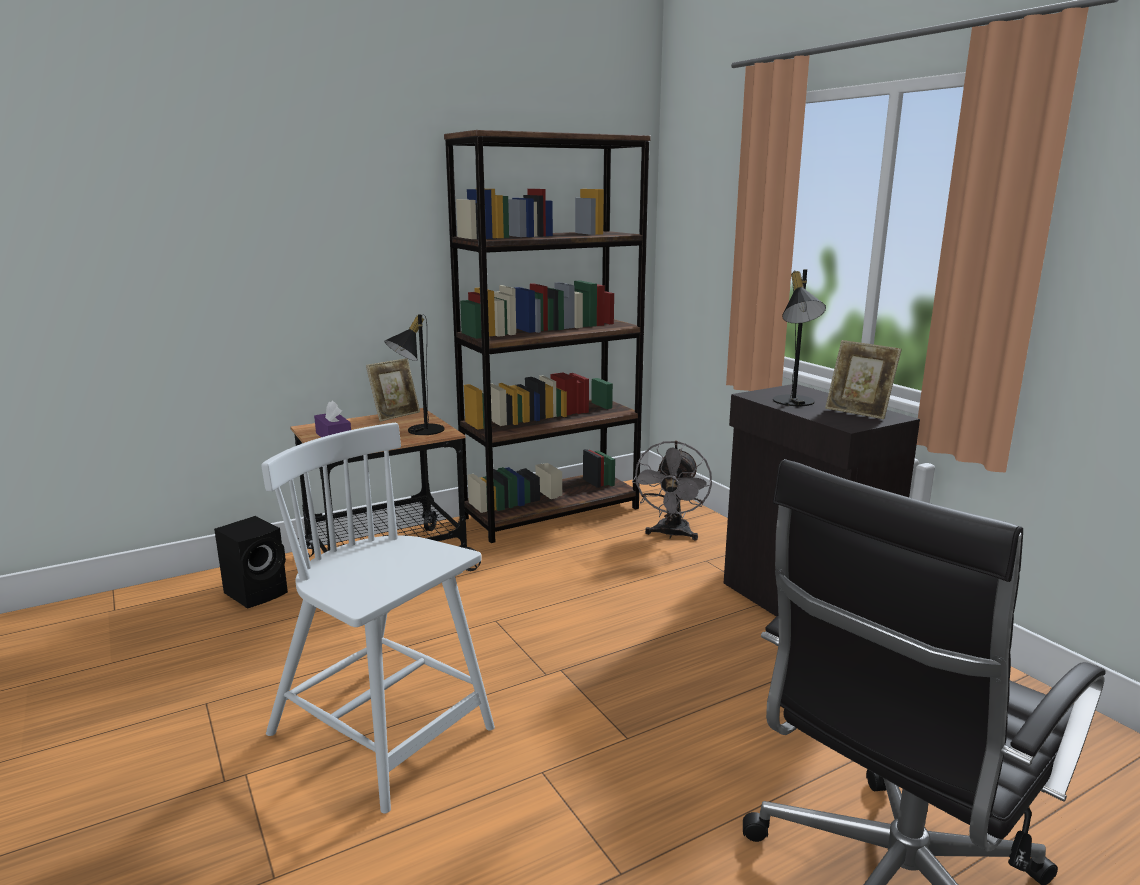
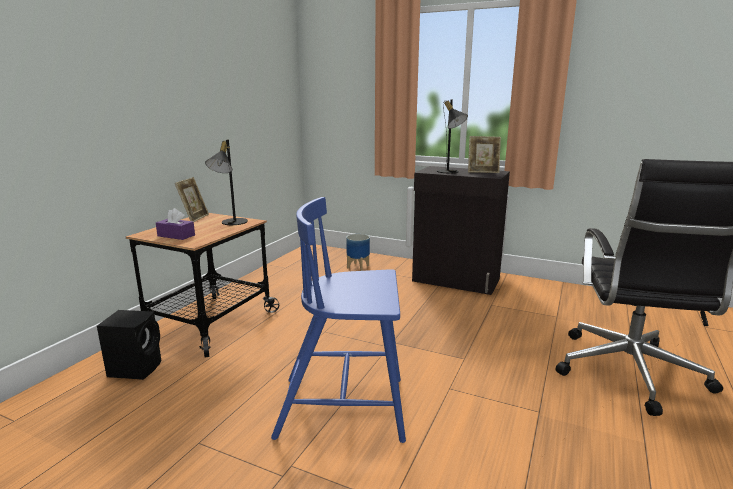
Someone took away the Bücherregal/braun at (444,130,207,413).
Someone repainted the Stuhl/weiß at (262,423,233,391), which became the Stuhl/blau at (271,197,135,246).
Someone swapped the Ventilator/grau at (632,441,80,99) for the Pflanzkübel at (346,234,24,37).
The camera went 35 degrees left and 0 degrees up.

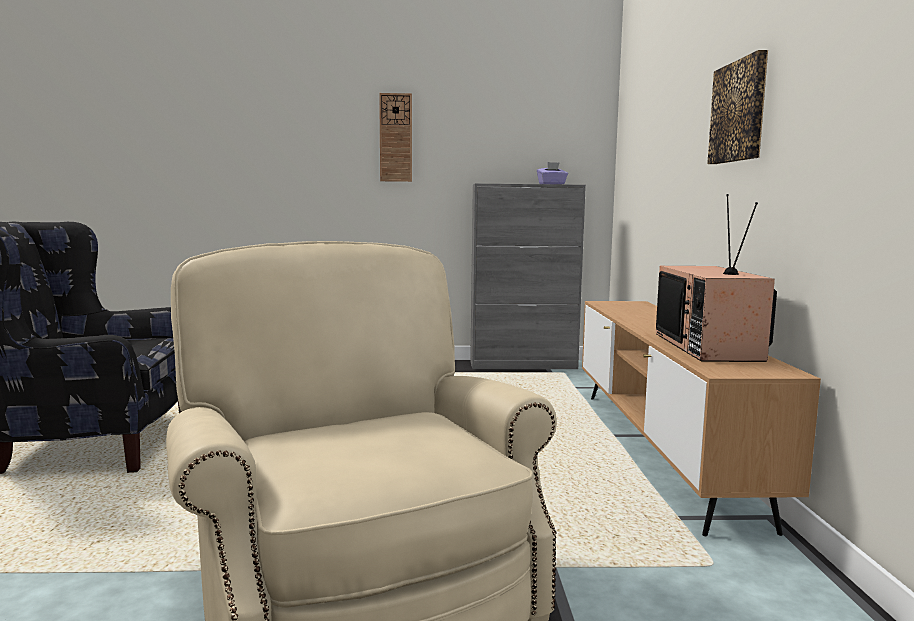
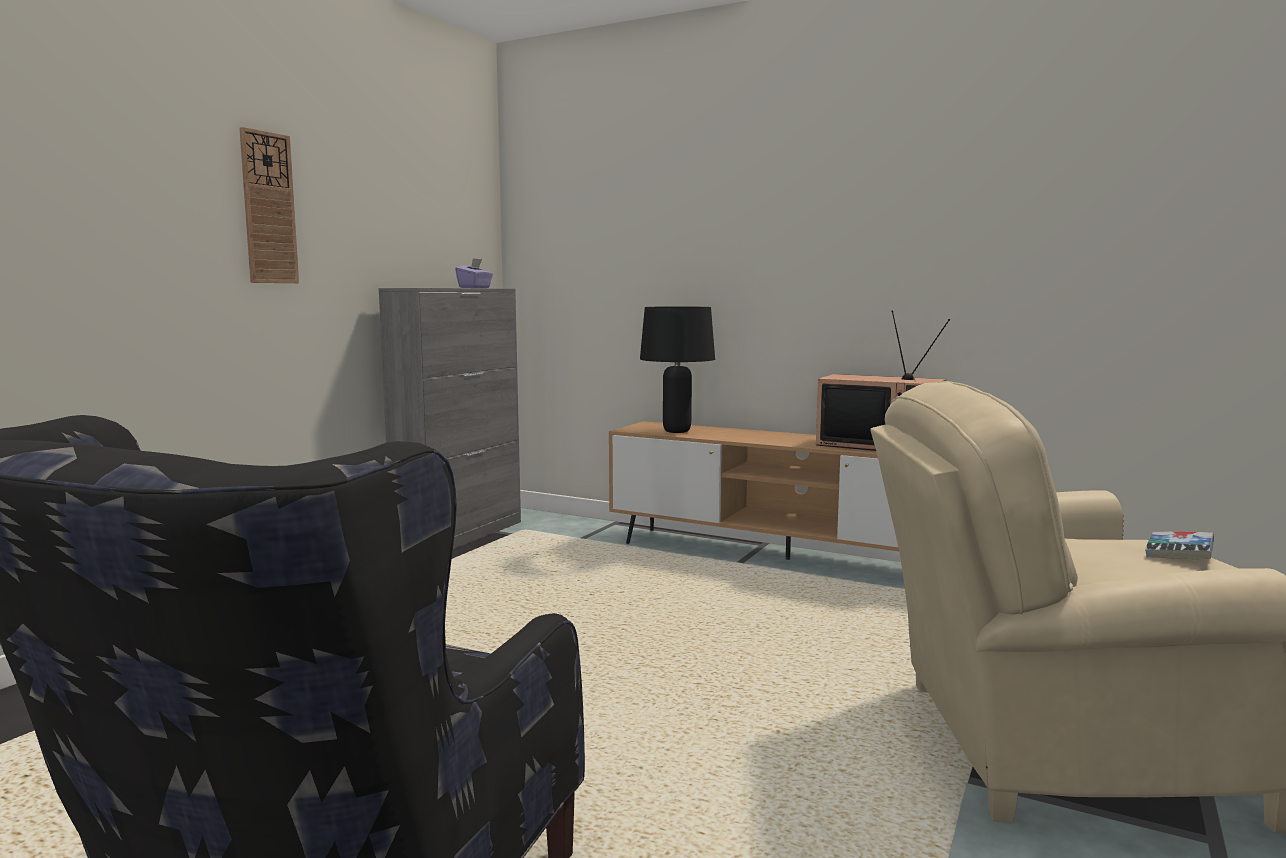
Someone took away the Bild at (707,50,61,114).
Someone put down the Tischlampe/schwarz at (640,306,75,127).
Someone put down the Buch at (1145,531,69,28).
The camera went 60 degrees left and 0 degrees up.

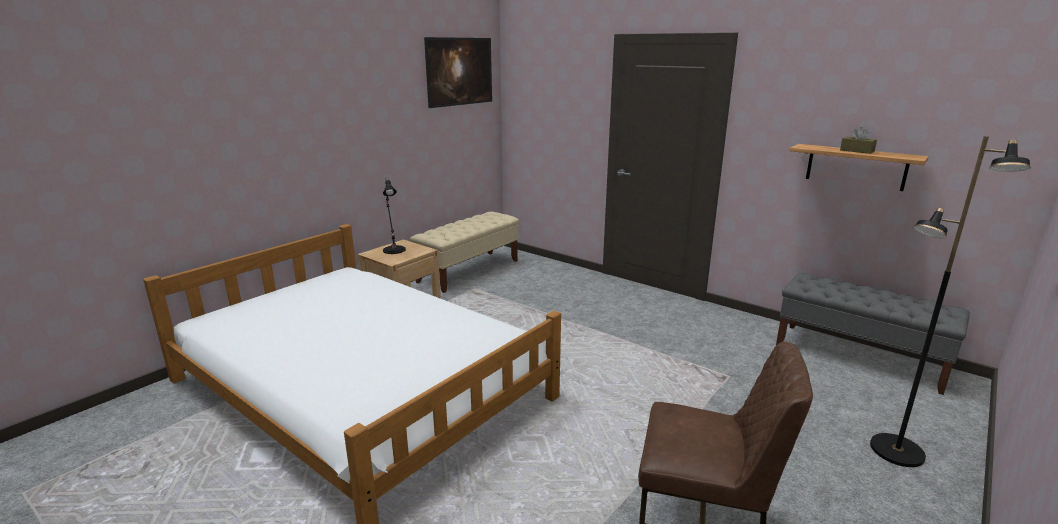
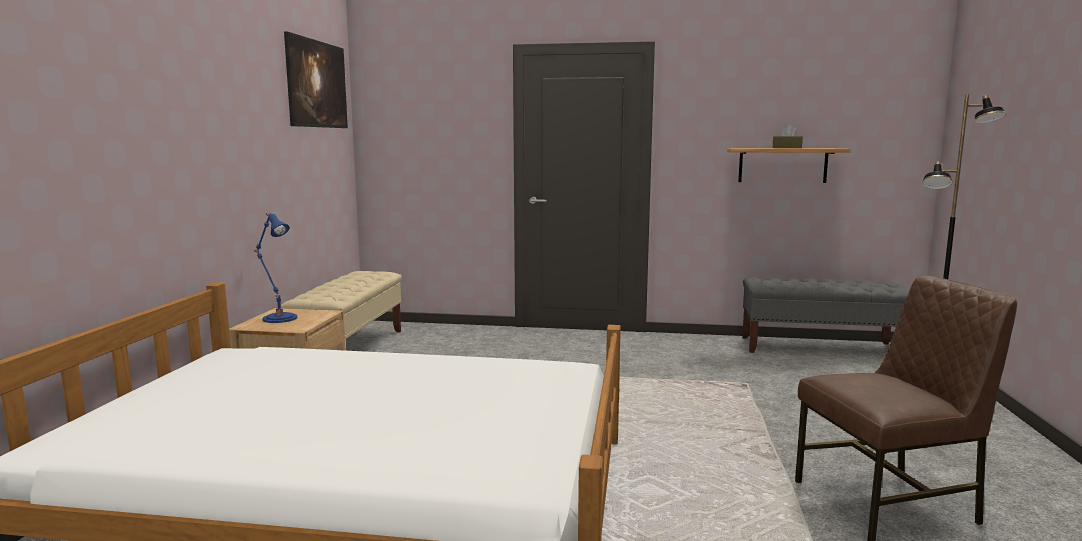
Someone repainted the Tischlampe/schwarz at (383,178,23,76), which became the Tischlampe/blau at (253,212,44,111).
The camera went 30 degrees left and 10 degrees down.

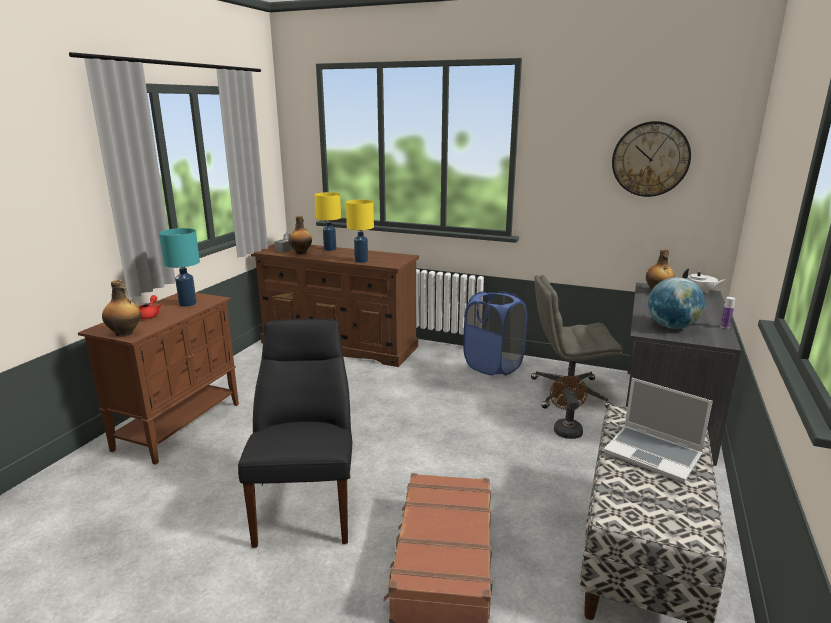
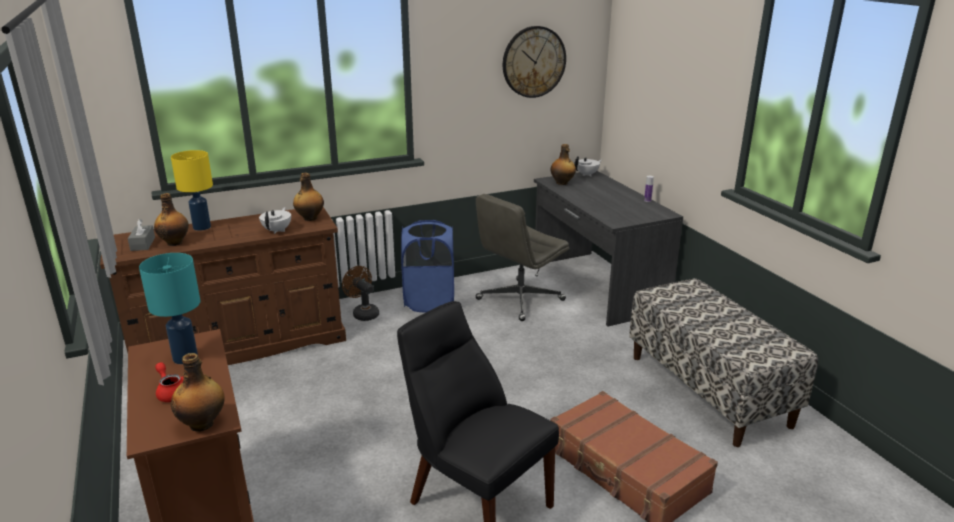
Someone swapped the Tischlampe/gelb at (346,200,28,63) for the Teekanne/weiß at (259,207,32,27).
Someone took away the Globus at (648,277,57,52).
Someone carried the Ventilator/braun from (550,376,38,63) to (342,266,37,55).
Someone took away the Laptop at (604,378,109,104).
Someone put down the Flasche at (293,173,31,48).
The camera went 45 degrees left and 5 degrees up.

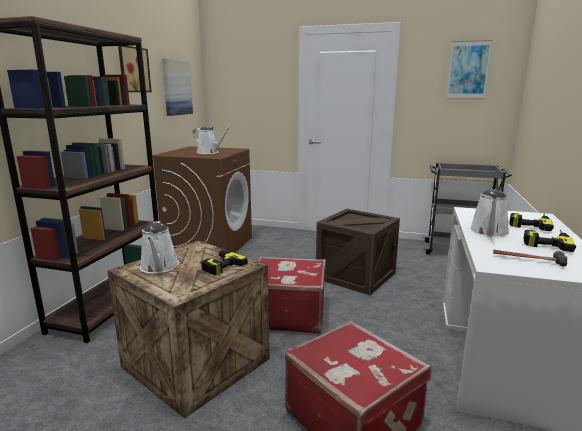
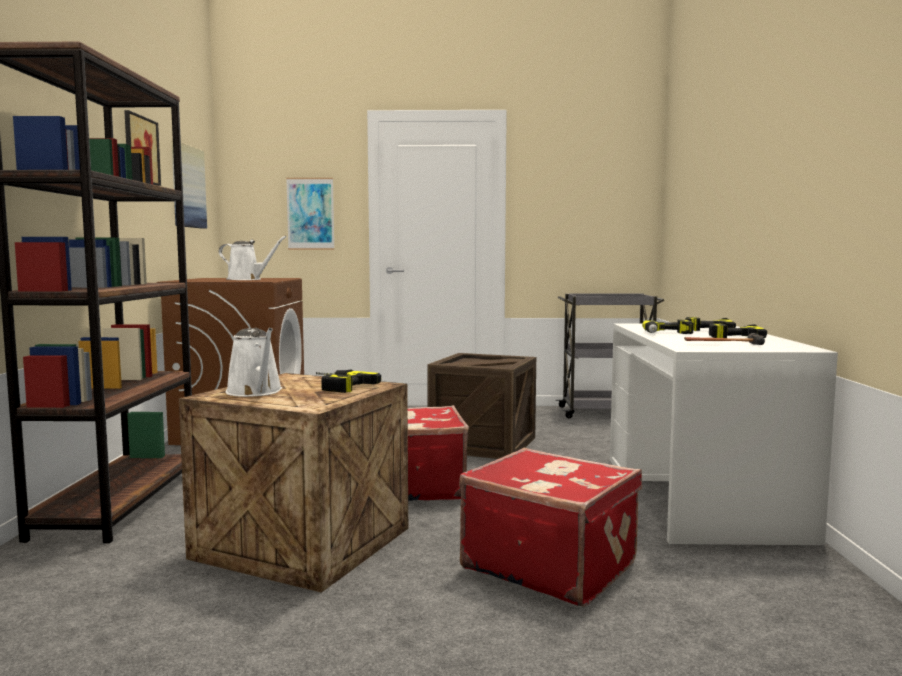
Someone carried the Bild from (446,40,46,59) to (286,178,49,72).
Someone swapped the Gießkanne/weiß at (469,189,41,48) for the Bohrmaschine at (642,319,52,15).
The camera went 15 degrees left and 10 degrees down.

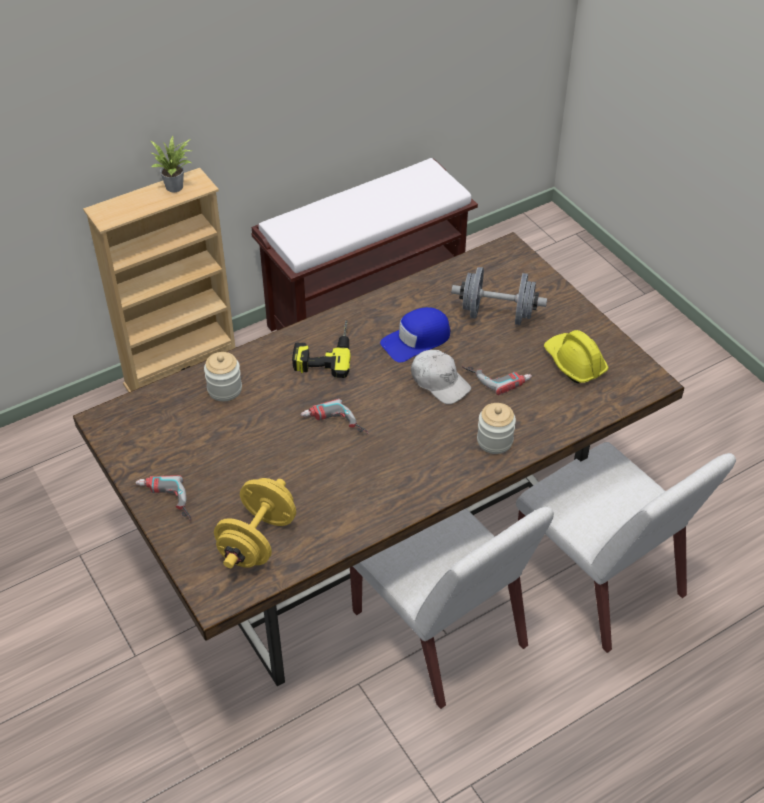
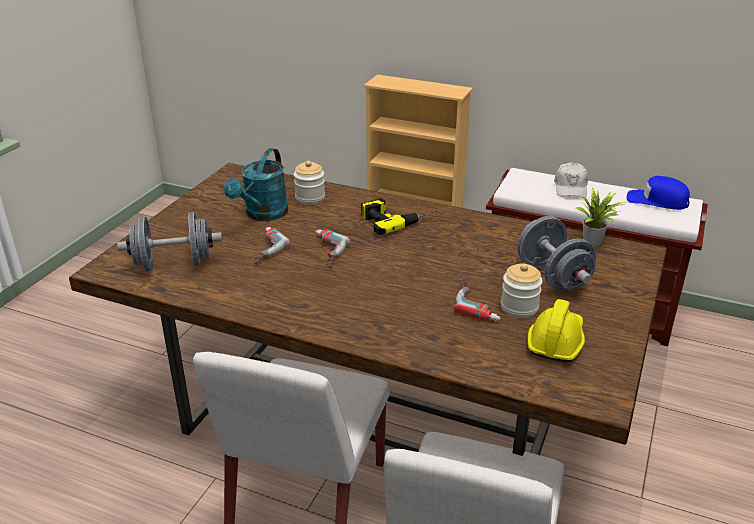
Someone carried the Topfpflanze from (151,136,40,56) to (576,187,50,60).
Someone carried the Kappe/blau from (380,307,71,56) to (627,176,63,34).
Someone carried the Kappe/weiß from (411,350,60,54) to (554,163,34,35).
Someone carried the Vorratsglas from (477,403,39,51) to (501,264,42,54).
Someone carried the Bohrmaschine from (135,475,56,46) to (254,227,37,37).
Someone repainted the Hantel/gelb at (214,478,82,90), which became the Hantel/grau at (117,212,105,59).
Someone put down the Gießkanne/türkis at (224,148,64,73).
The camera went 55 degrees right and 15 degrees down.

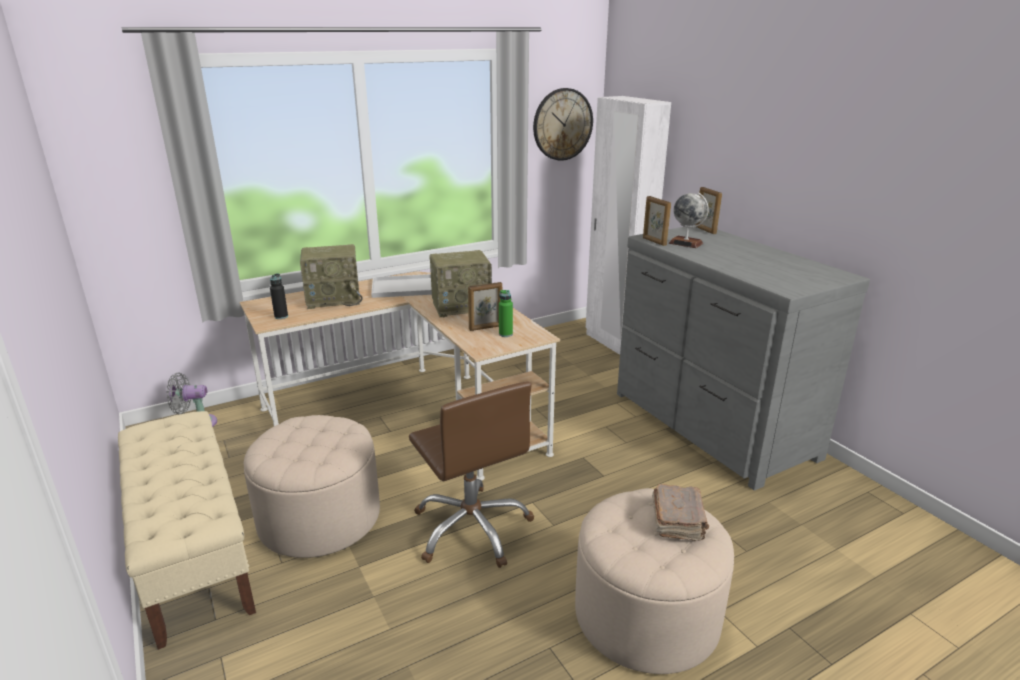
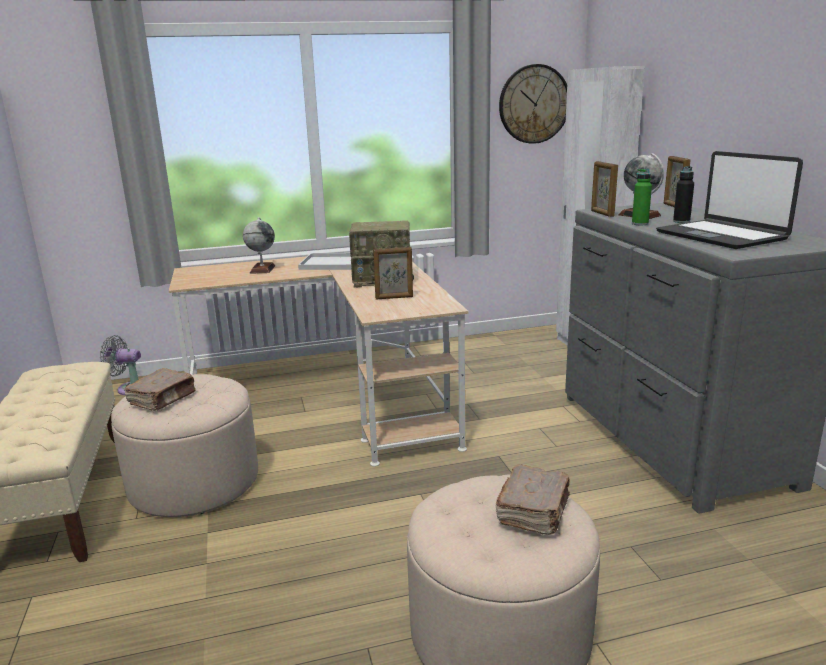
Someone swapped the Radio at (300,244,63,65) for the Globus at (243,217,32,57).
Someone carried the Flasche/schwarz from (270,273,18,46) to (673,166,21,57).
Someone carried the Flasche/grün from (499,290,14,47) to (632,169,20,56).
Someone took away the Bürostuhl/braun at (409,381,125,187).
Someone put down the Laptop at (656,151,147,98).
Someone put down the Buch/braun at (124,368,72,43).
The camera went 15 degrees right and 5 degrees down.

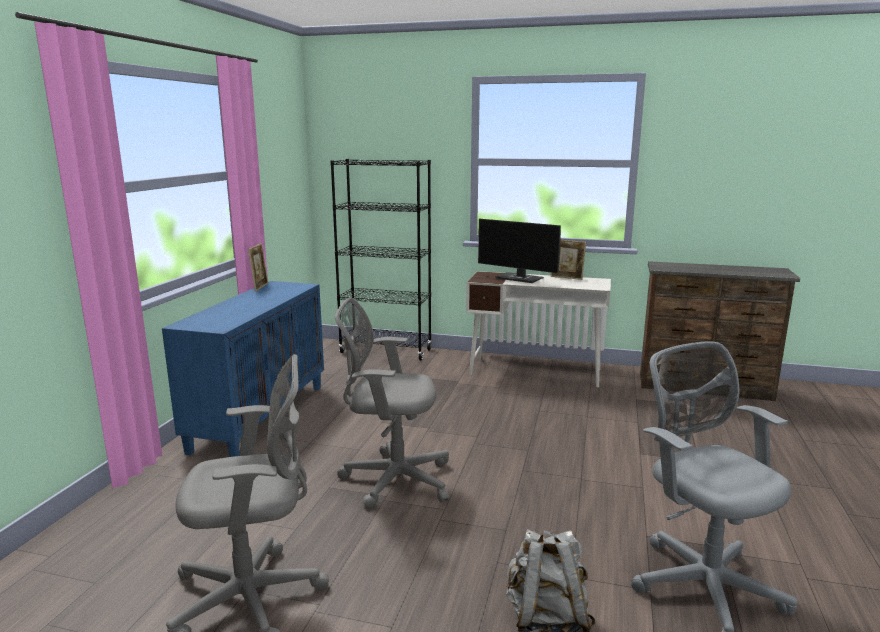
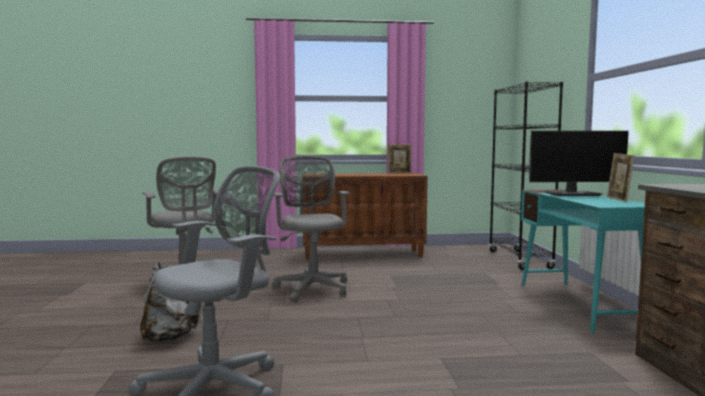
Someone rotated the Monitor at (478,219,83,64) by 105 degrees counterclockwise.
Someone repainted the Schreibtisch/weiß at (466,271,145,116), which became the Schreibtisch/türkis at (521,189,124,144).
Someone repainted the Schrank/blau at (162,281,162,176), which became the Schrank/braun at (303,173,125,87).
The camera went 70 degrees right and 10 degrees down.

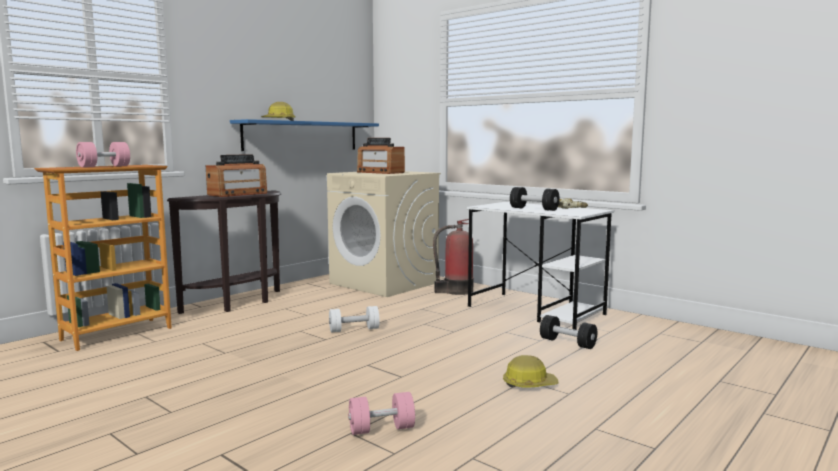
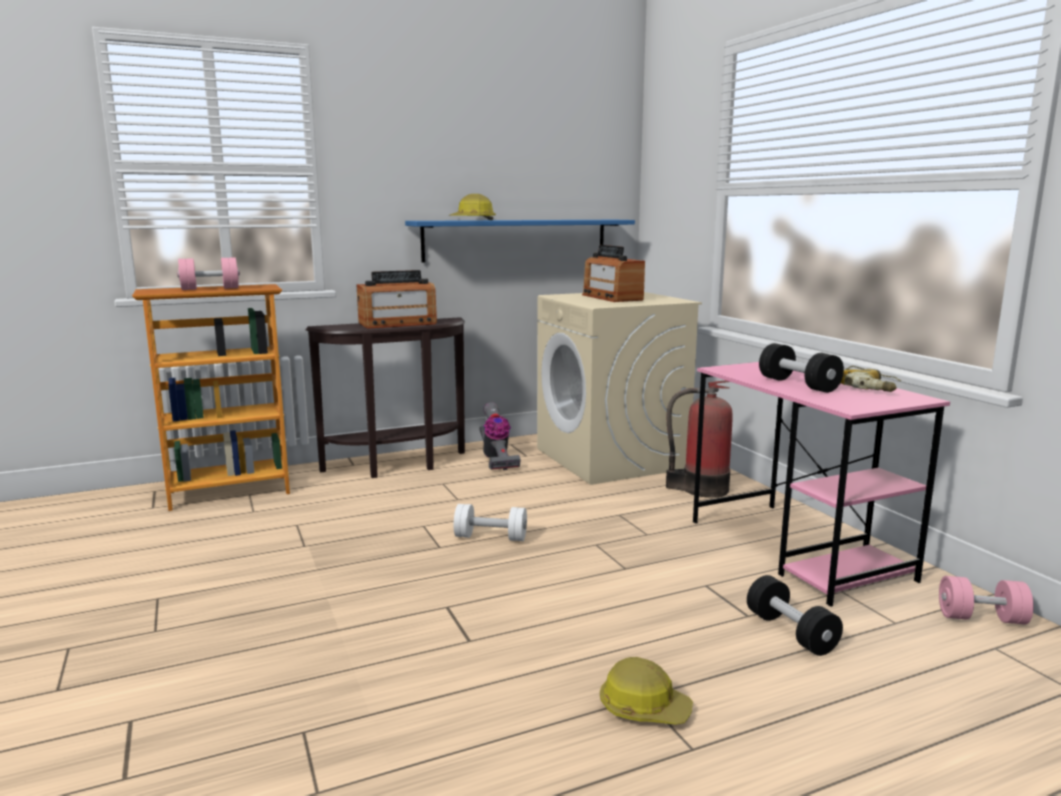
Someone repainted the Schreibtisch/weiß at (467,202,147,128), which became the Schreibtisch/rosa at (693,362,257,245).
Someone carried the Hantel/rosa from (348,392,67,43) to (939,576,95,49).
Someone put down the Staubsauger at (479,403,42,67).
The camera went 25 degrees right and 5 degrees up.

